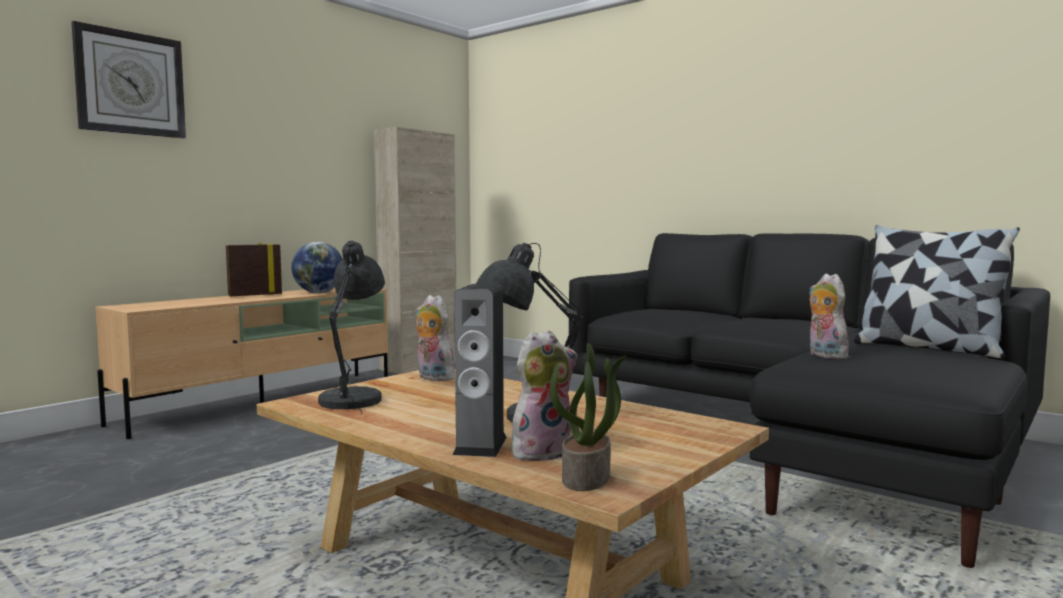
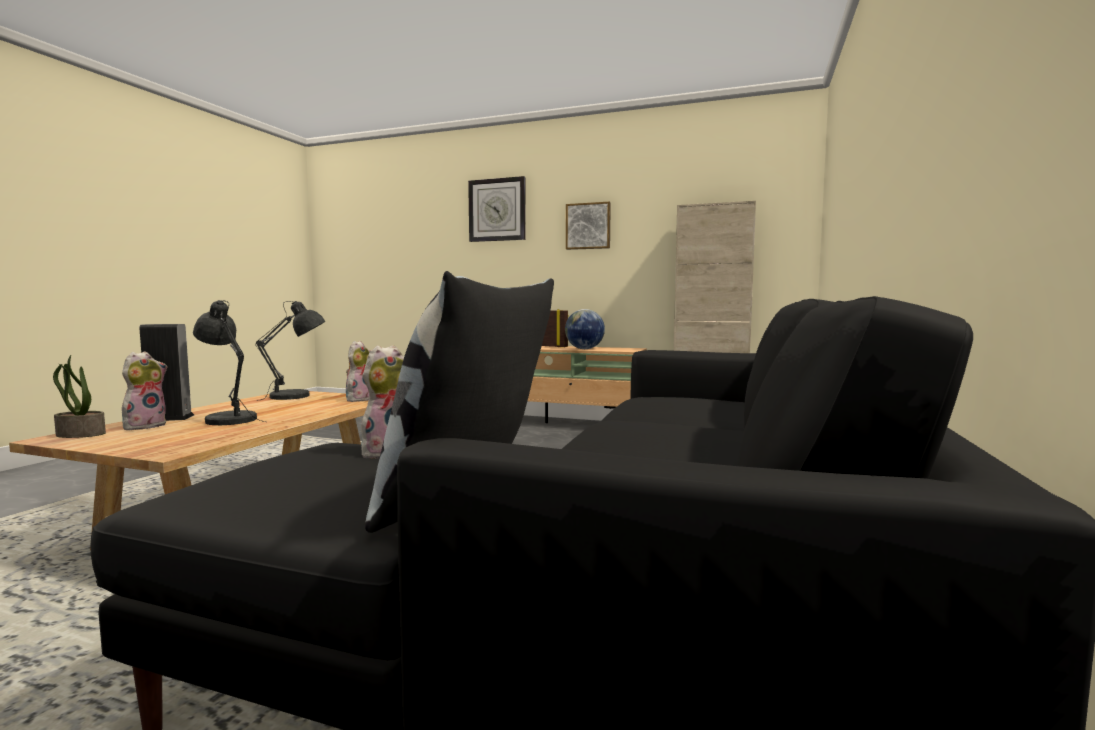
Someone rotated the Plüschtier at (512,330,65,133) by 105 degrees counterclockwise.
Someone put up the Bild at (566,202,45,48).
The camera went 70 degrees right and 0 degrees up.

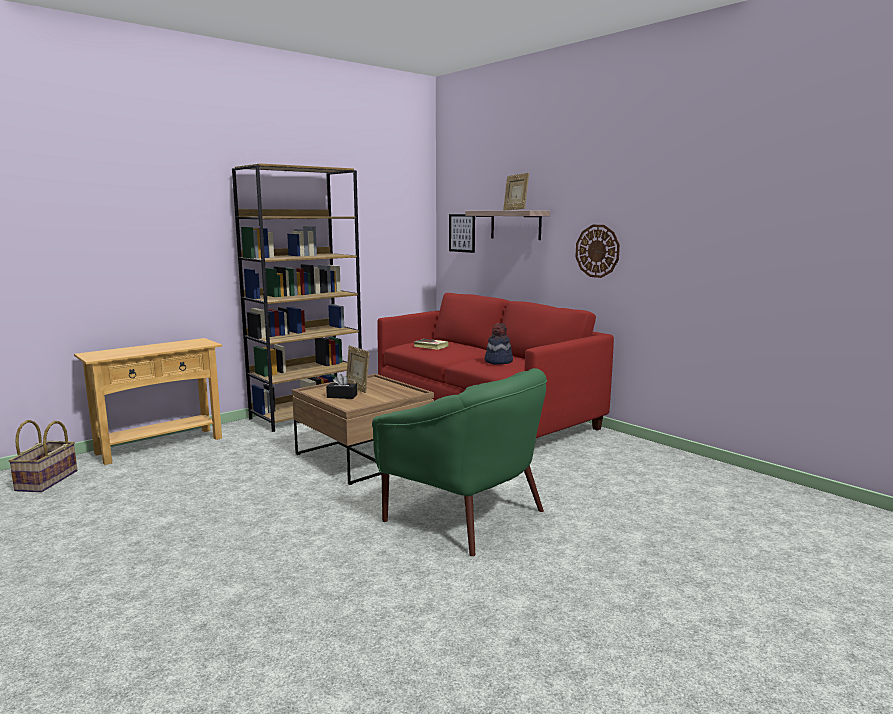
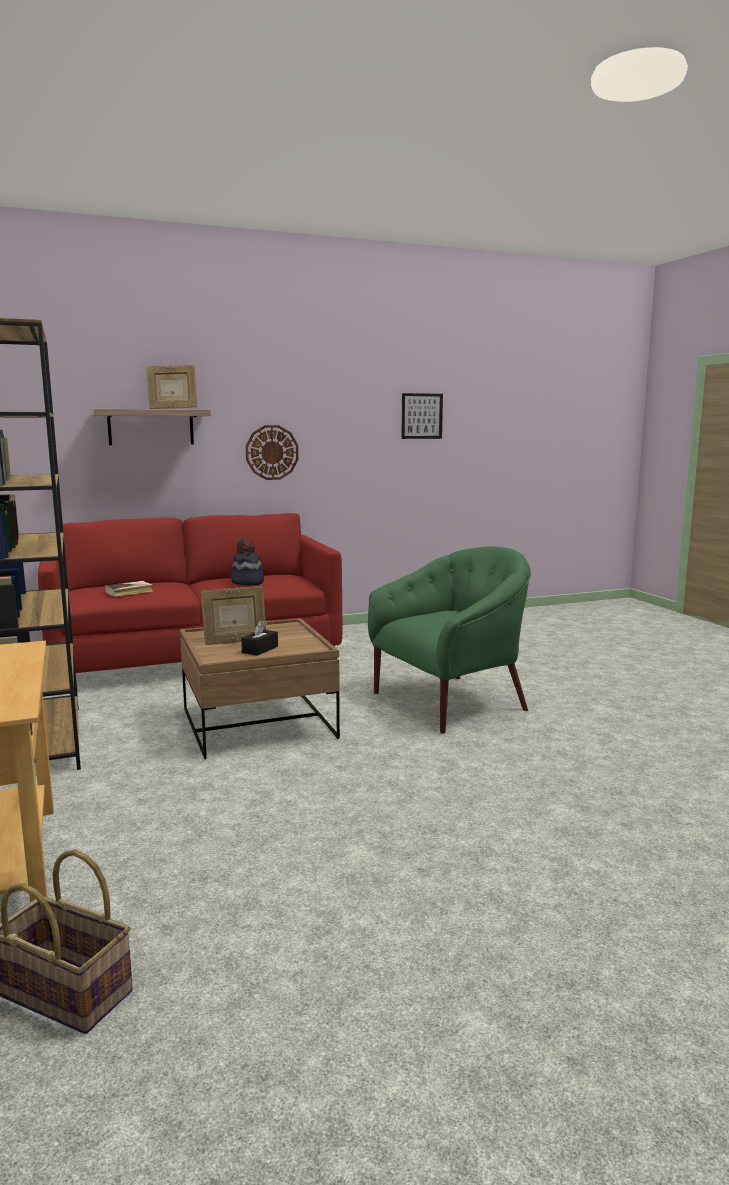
Someone carried the Bild from (449,214,26,39) to (401,393,42,46).
The camera went 70 degrees left and 0 degrees up.

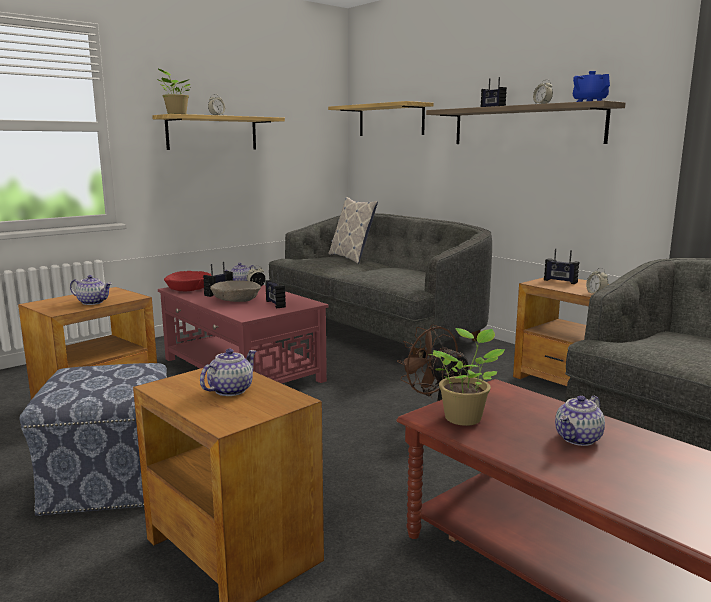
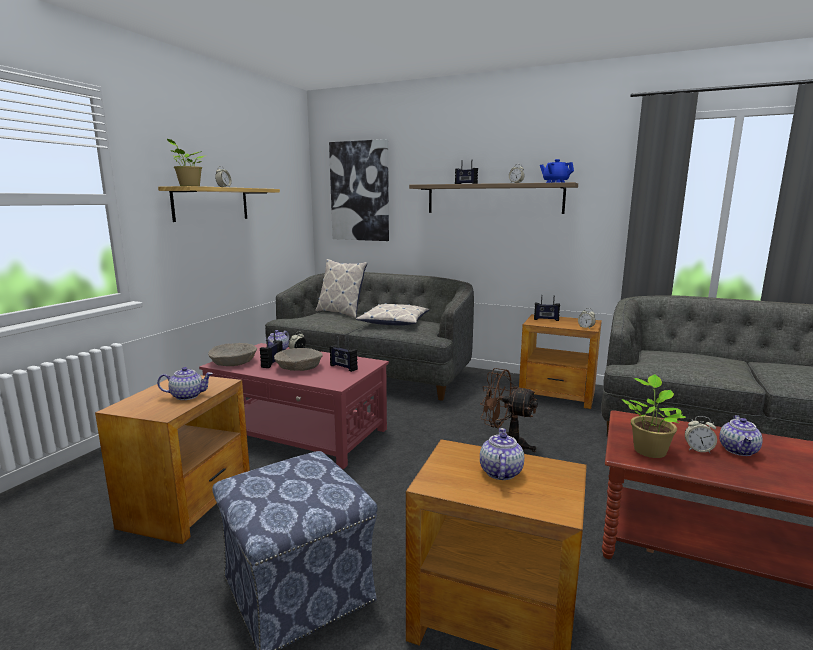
Someone swapped the Wandregal at (328,101,106,35) for the Bild at (329,139,60,102).
Someone repainted the Schüssel/rot at (164,271,47,20), which became the Schüssel/beige at (208,343,49,23).
Someone put down the Kissen at (356,303,73,22).
Someone put down the Wecker at (685,416,32,37).
The camera went 25 degrees left and 0 degrees up.

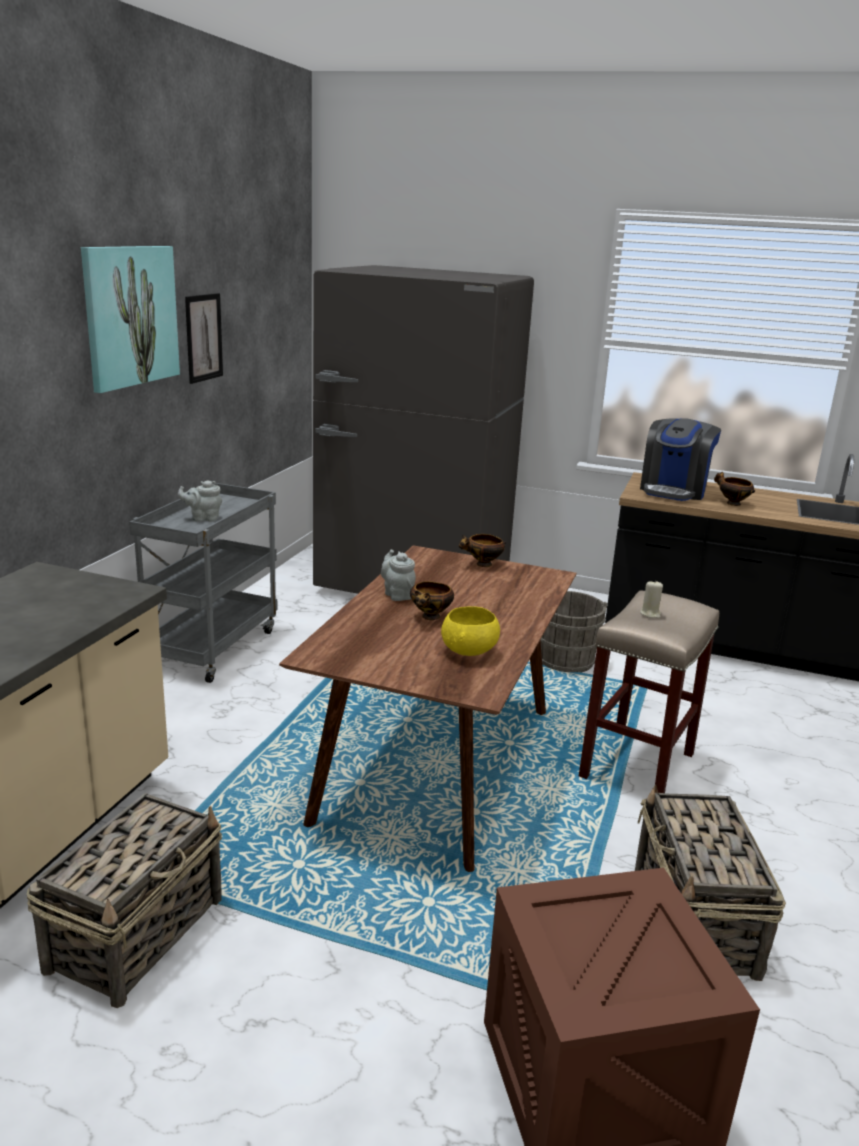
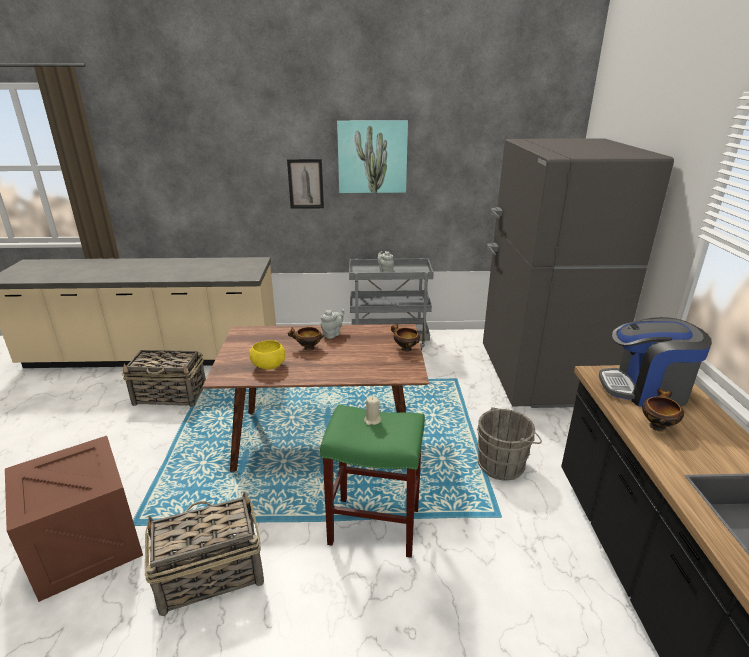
Someone carried the Bild from (185,293,38,91) to (287,159,37,50).
Someone repainted the Hocker/beige at (579,590,140,203), which became the Hocker/grün at (320,404,105,154).
The camera went 70 degrees right and 5 degrees up.

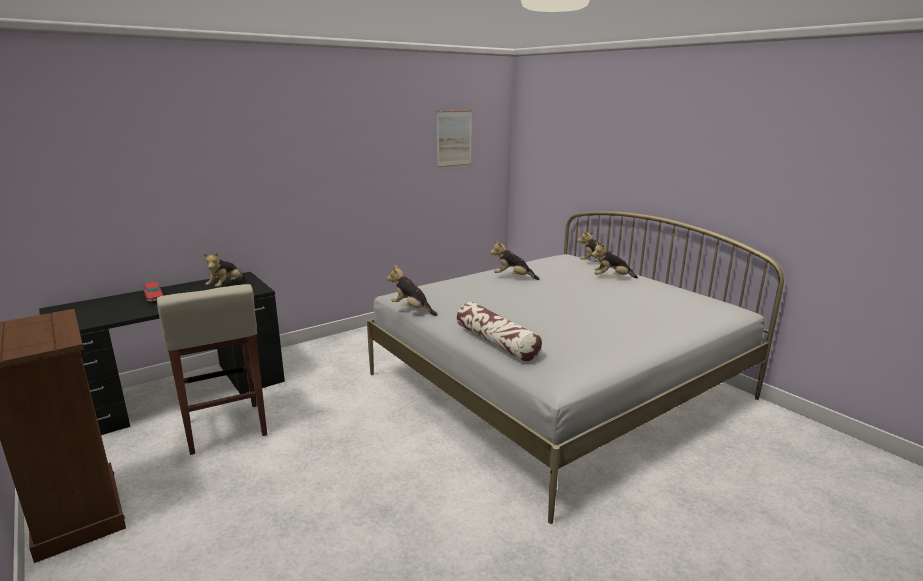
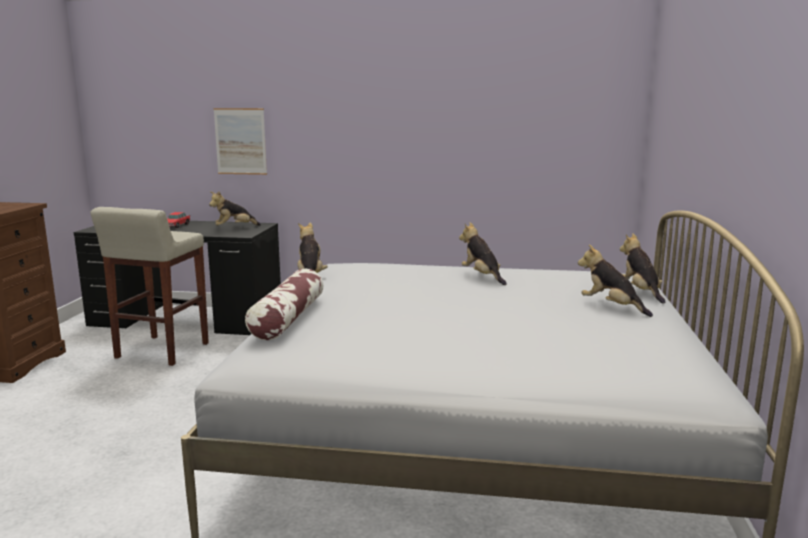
Someone carried the Bild from (436,110,36,57) to (213,108,54,67).
The camera went 45 degrees right and 5 degrees down.

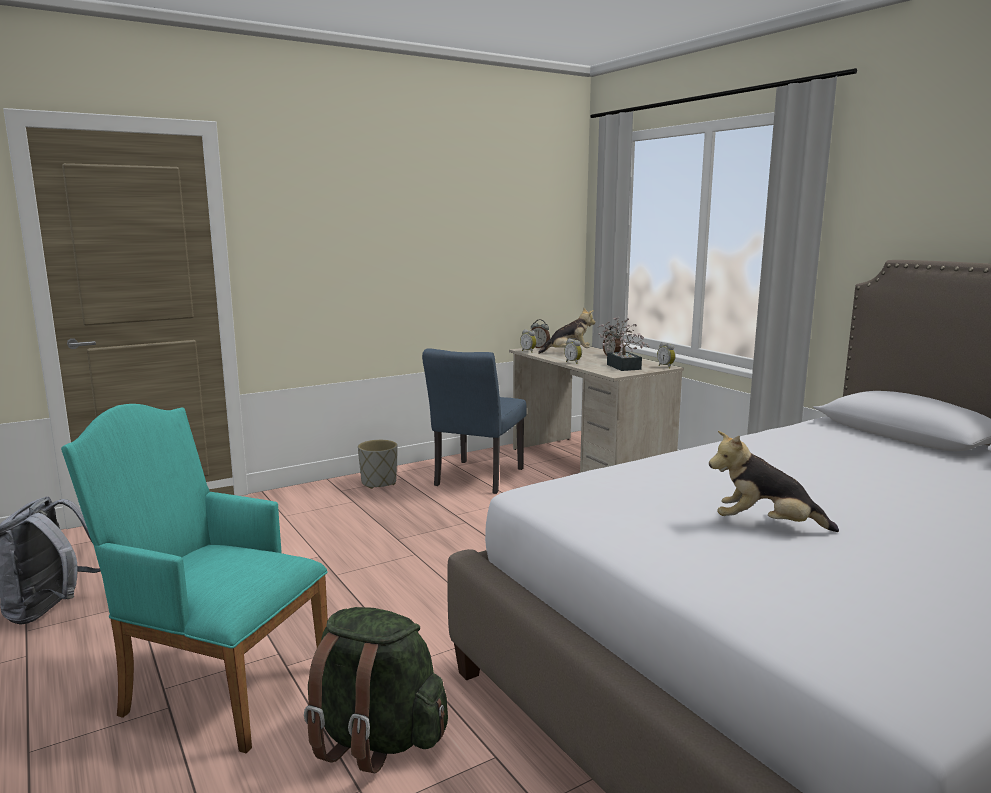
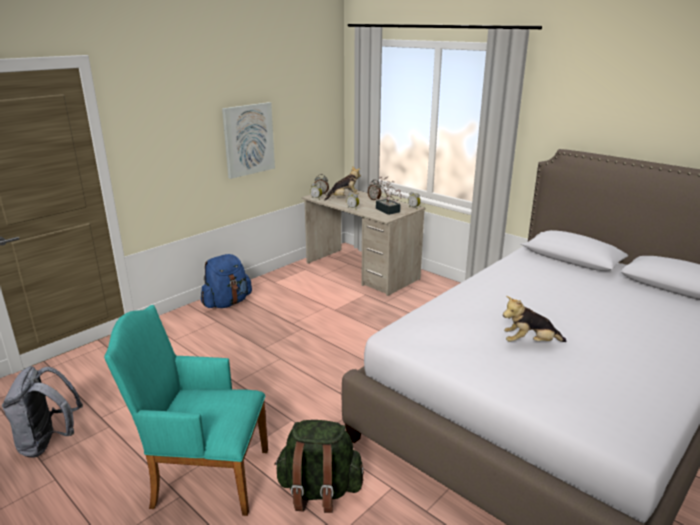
Someone took away the Stuhl/blau at (422,348,105,146).
Someone swapped the Pflanzkübel/grau at (358,440,39,49) for the Rucksack/blau at (201,254,51,54).
Someone put up the Bild at (222,102,53,77).
The camera went 15 degrees left and 10 degrees up.

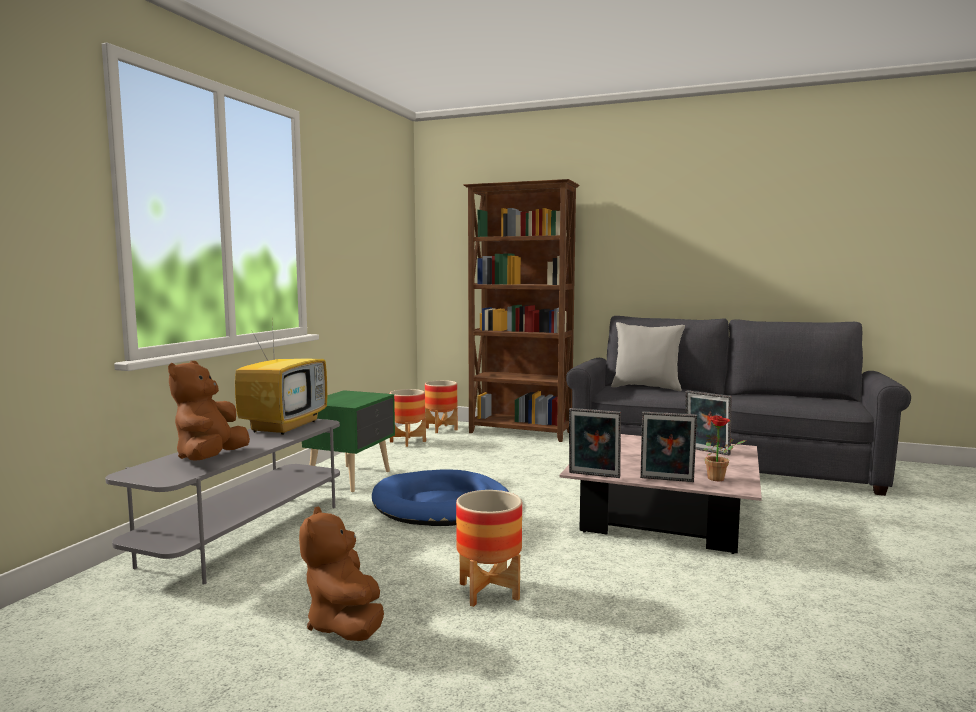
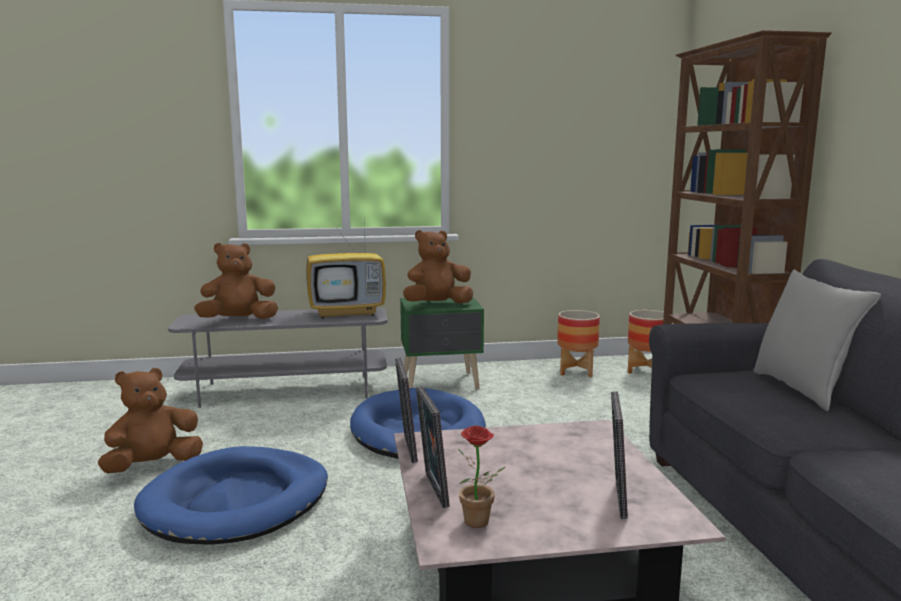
Someone swapped the Pflanzkübel at (456,490,66,117) for the Hundebett/blau at (134,446,194,99).
Someone put down the Plüschtier/braun at (403,230,70,74).
The camera went 60 degrees right and 5 degrees up.

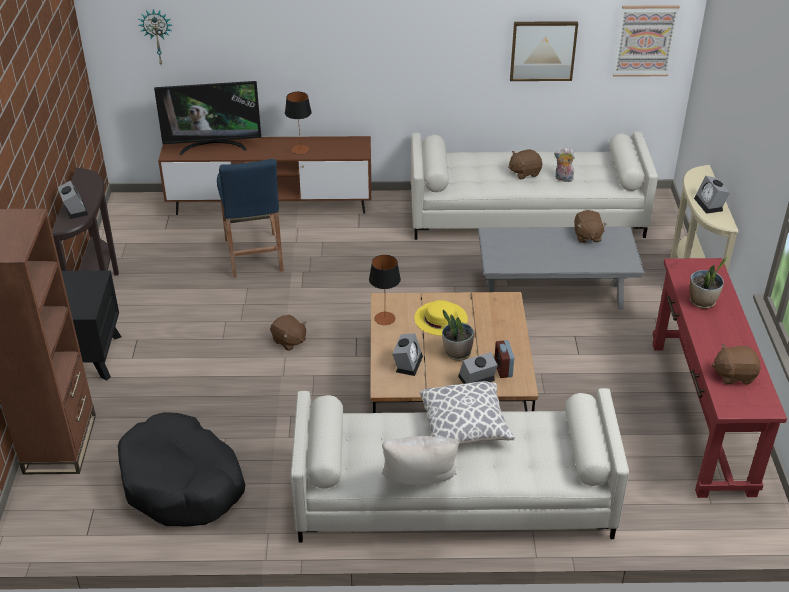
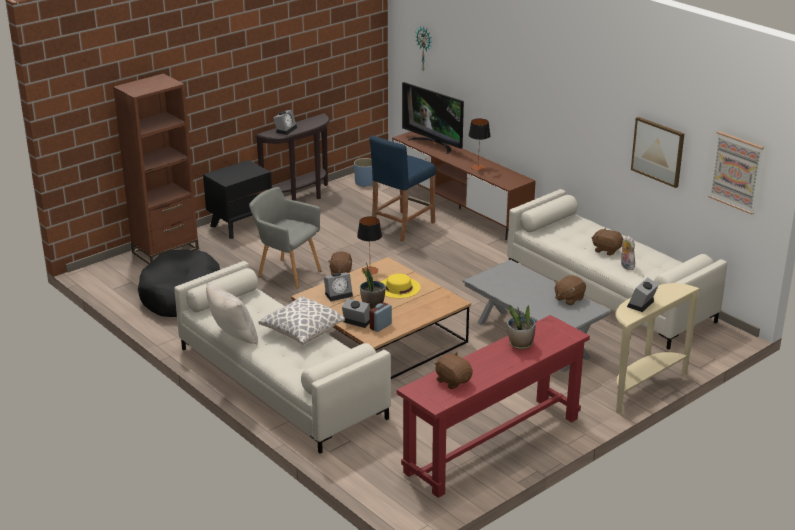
Someone put down the Pflanzkübel/blau at (354,158,19,29).
Someone put down the Sessel/grau at (249,187,72,101).
The camera went 50 degrees right and 10 degrees down.

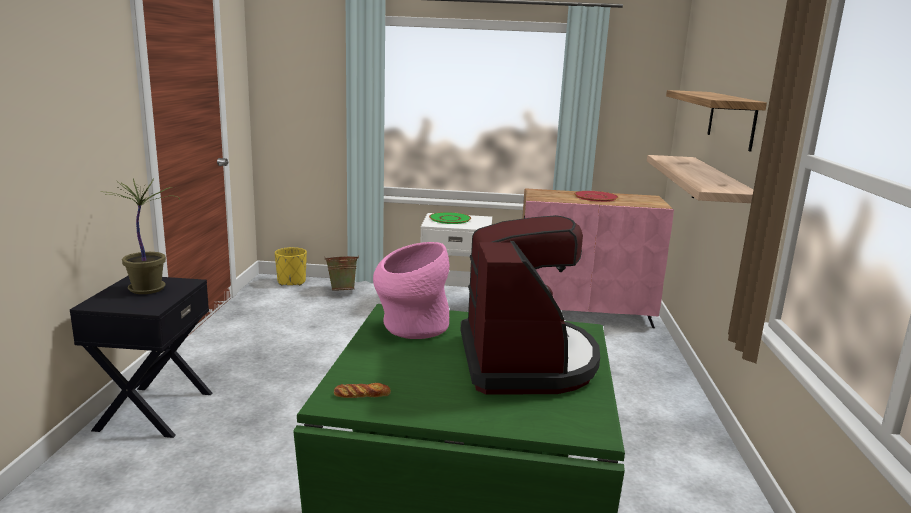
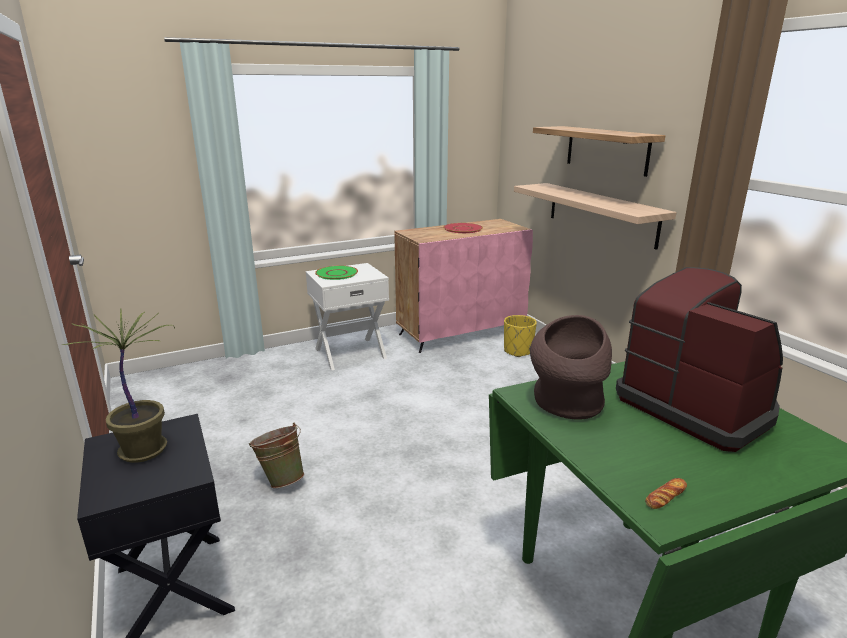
Someone repainted the Vase/rosa at (373,242,76,97), which became the Vase/braun at (530,315,82,105).
Someone carried the Pflanzkübel/gelb from (275,247,32,39) to (504,315,33,42).
Someone carried the Eimer/grün from (324,255,35,35) to (249,423,56,66).
The camera went 30 degrees left and 5 degrees up.

